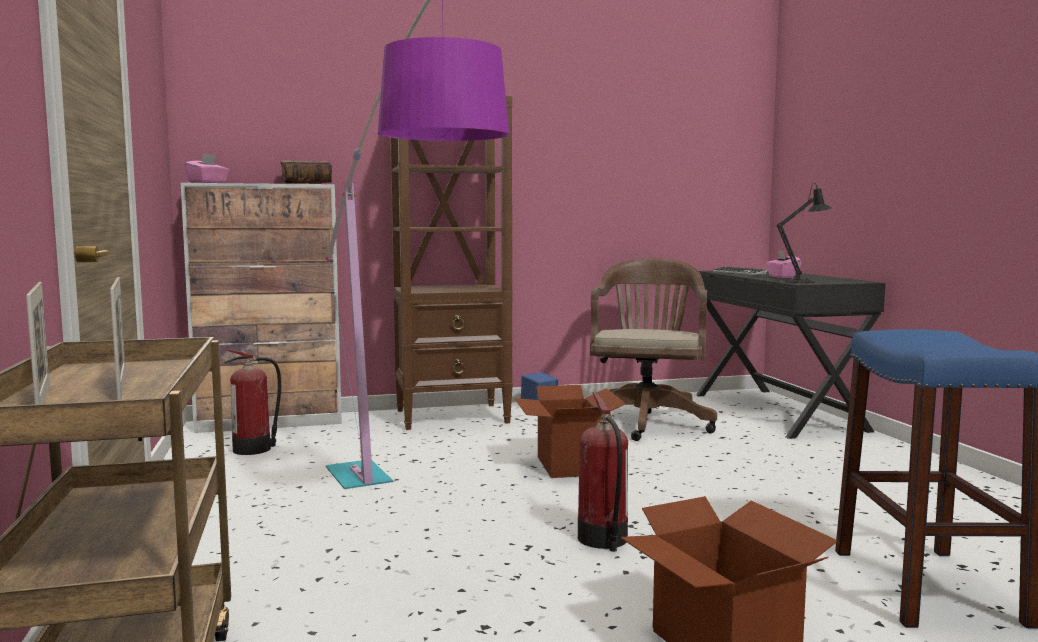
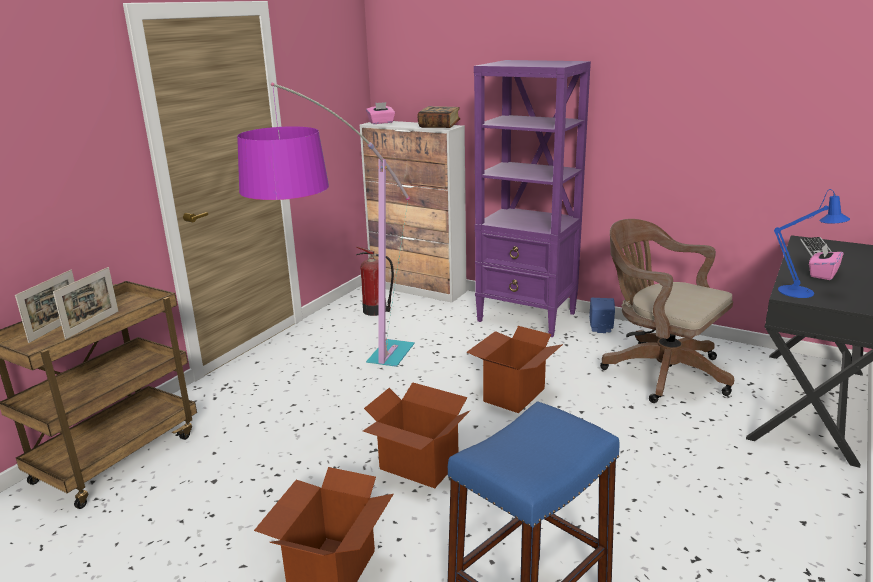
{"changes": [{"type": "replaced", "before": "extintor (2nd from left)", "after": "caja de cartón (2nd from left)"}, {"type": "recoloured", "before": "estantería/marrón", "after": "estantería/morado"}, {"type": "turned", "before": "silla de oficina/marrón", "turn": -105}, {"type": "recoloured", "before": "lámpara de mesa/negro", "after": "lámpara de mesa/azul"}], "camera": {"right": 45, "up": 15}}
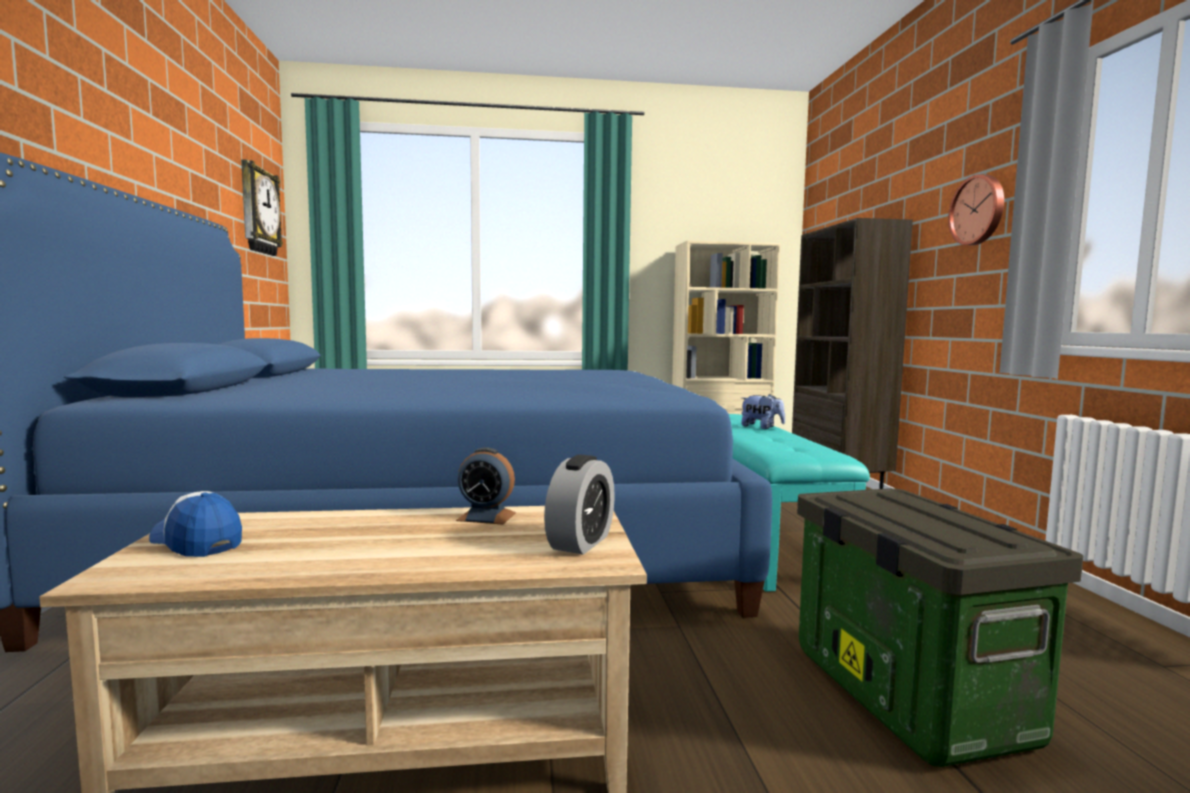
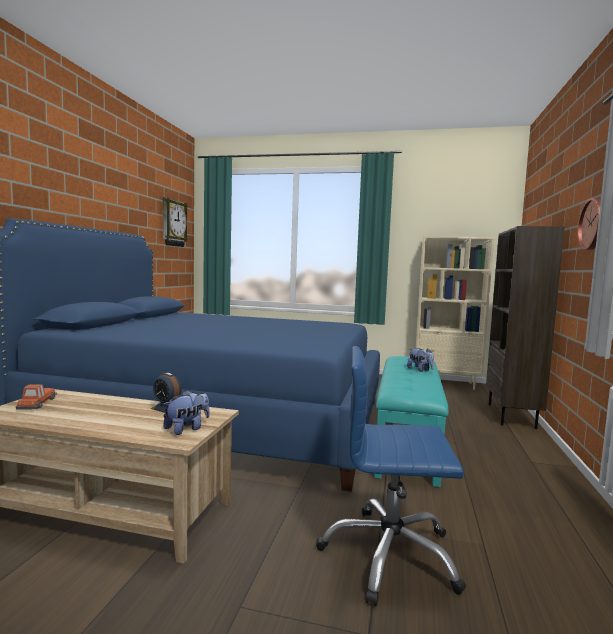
{"changes": [{"type": "replaced", "before": "gorra", "after": "coche de juguete"}, {"type": "replaced", "before": "despertador (2nd from left)", "after": "peluche (1st from left)"}, {"type": "replaced", "before": "caja de almacenaje", "after": "silla de oficina/azul"}], "camera": {"right": 20, "up": 0}}
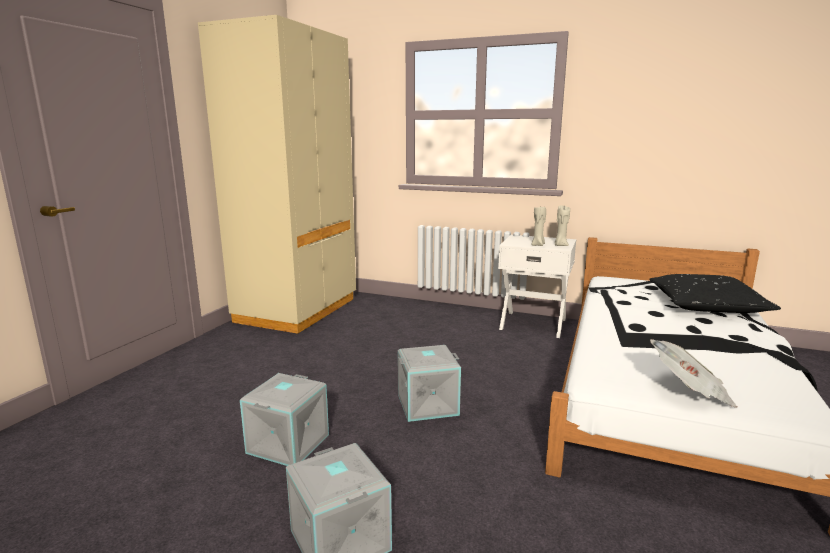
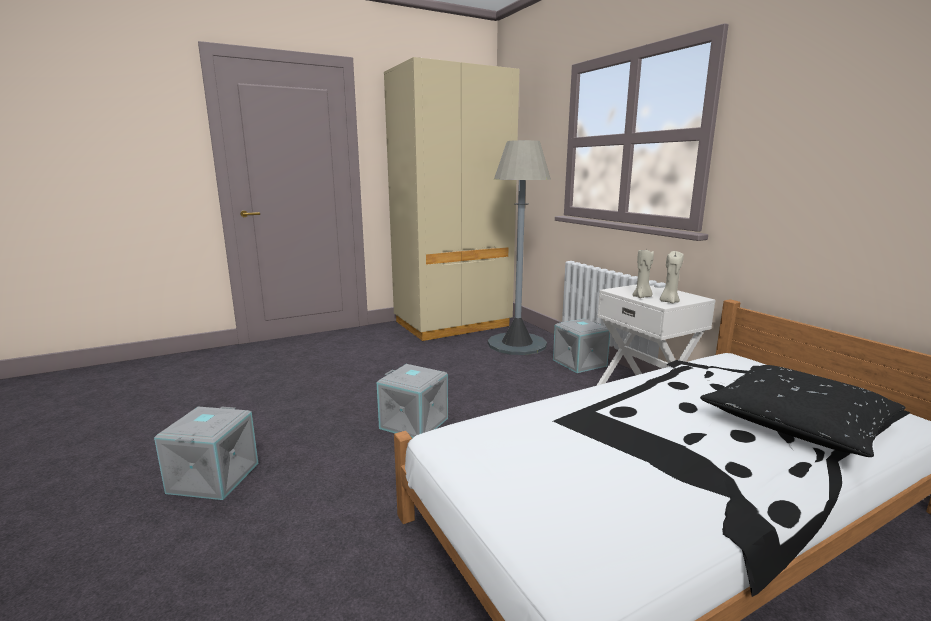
{"changes": [{"type": "added", "after": "lámpara de pie/gris"}, {"type": "moved", "before": "caja de almacenaje/gris (1st from left in the first image)", "after": "caja de almacenaje/gris (3rd from left)"}, {"type": "removed", "before": "periódico"}], "camera": {"right": 40, "up": 0}}
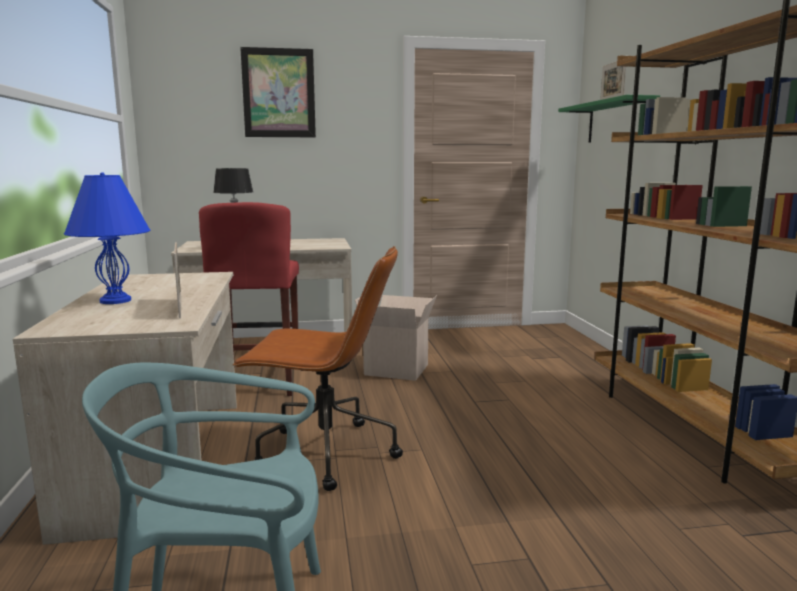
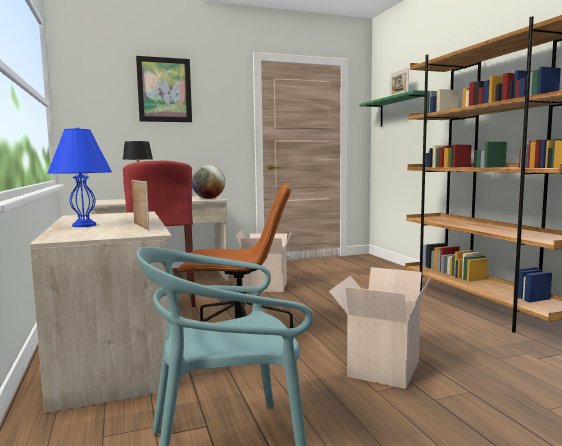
{"changes": [{"type": "added", "after": "globo terráqueo"}, {"type": "added", "after": "caja de cartón (2nd from left)"}], "camera": {"right": -10, "up": -5}}
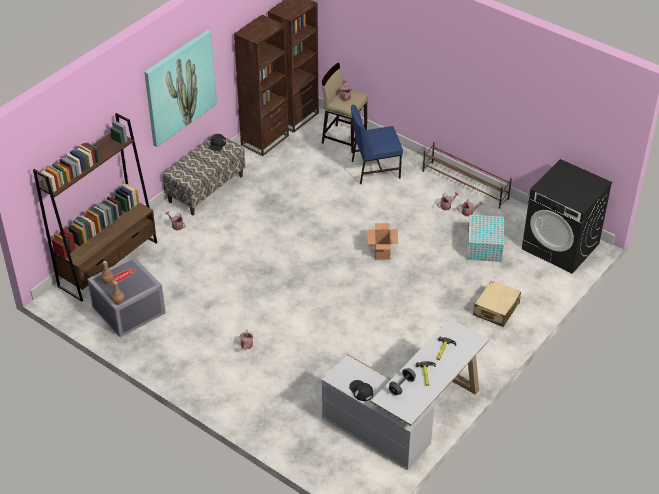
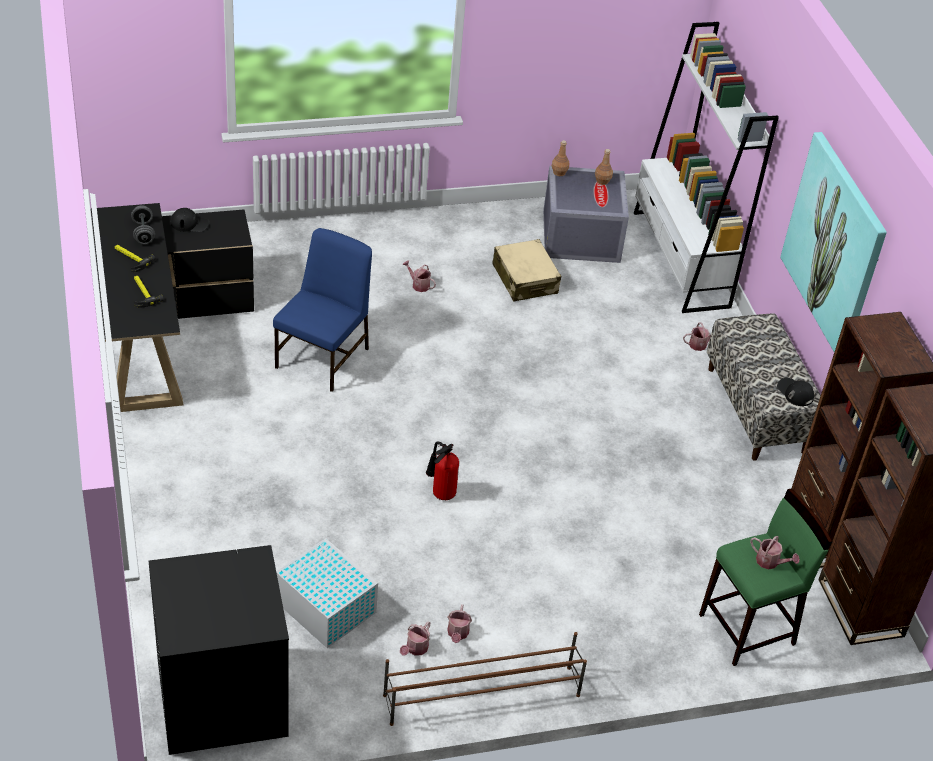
{"changes": [{"type": "recoloured", "before": "escritorio/blanco", "after": "escritorio/negro"}, {"type": "moved", "before": "silla/azul"}, {"type": "replaced", "before": "caja de cartón", "after": "extintor"}, {"type": "moved", "before": "maleta/beis"}, {"type": "recoloured", "before": "estantería/marrón (1st from left)", "after": "estantería/blanco"}, {"type": "recoloured", "before": "taburete/beis", "after": "taburete/verde"}], "camera": {"right": 125, "up": 0}}
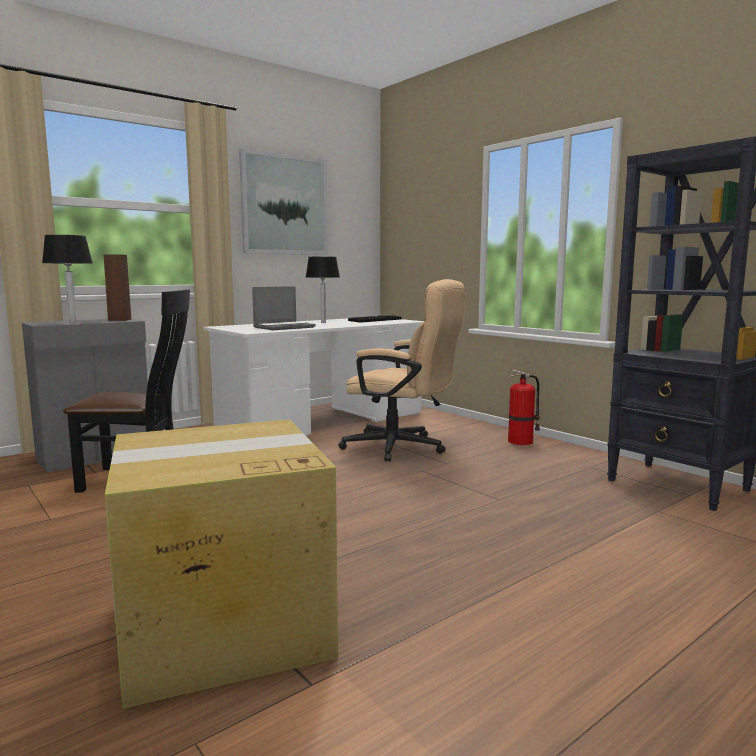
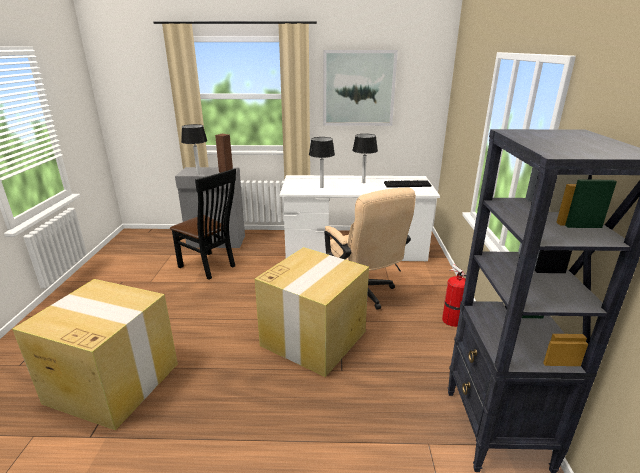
{"changes": [{"type": "added", "after": "caja de cartón (2nd from left)"}, {"type": "replaced", "before": "portátil", "after": "lámpara de mesa (2nd from left)"}], "camera": {"right": 40, "up": 15}}
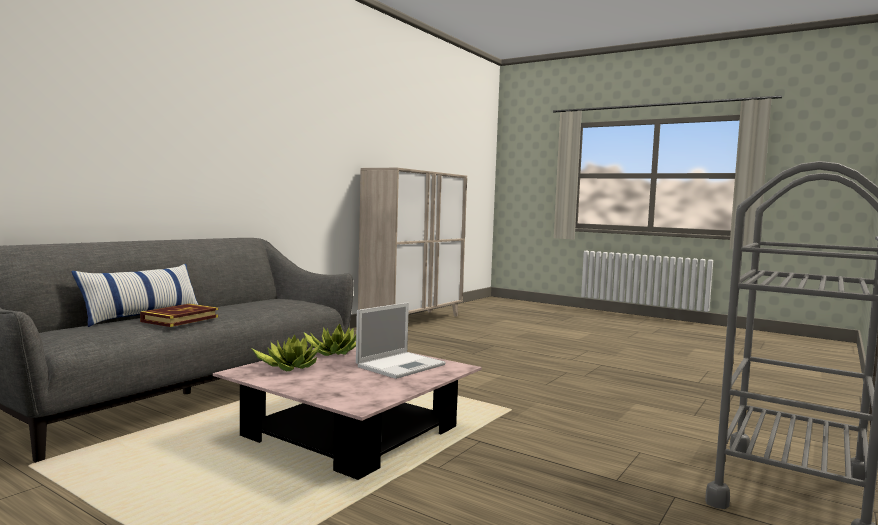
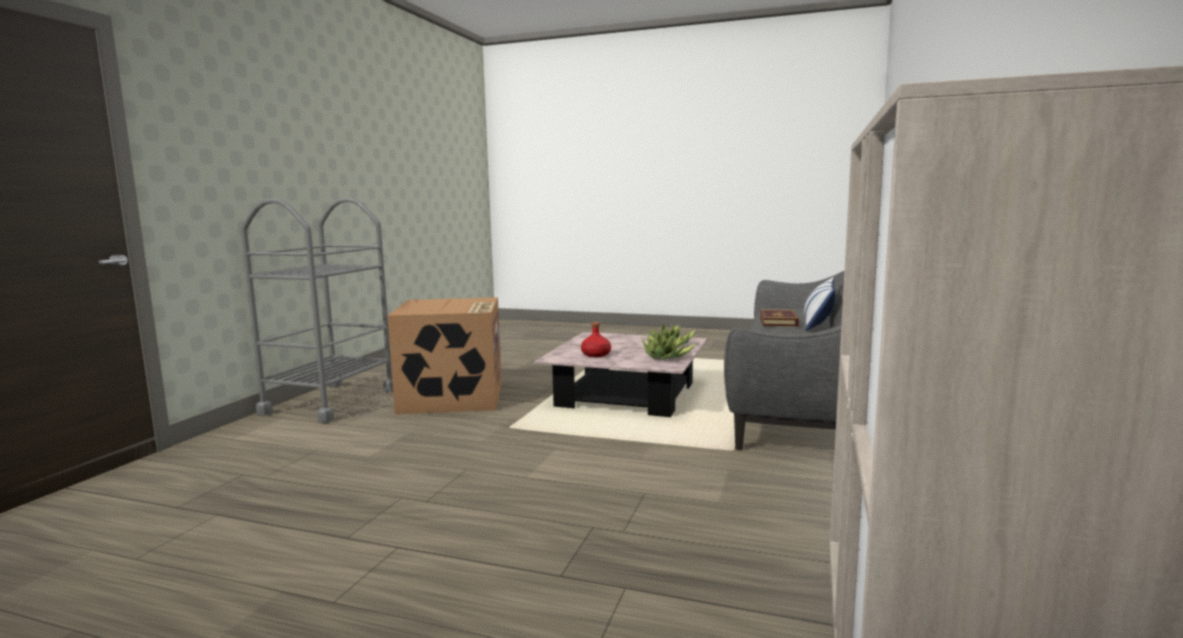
{"changes": [{"type": "added", "after": "caja de cartón"}, {"type": "replaced", "before": "portátil", "after": "botella/rojo"}], "camera": {"right": 165, "up": 5}}
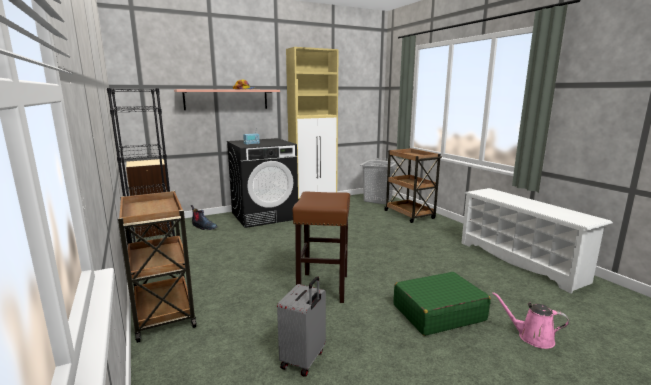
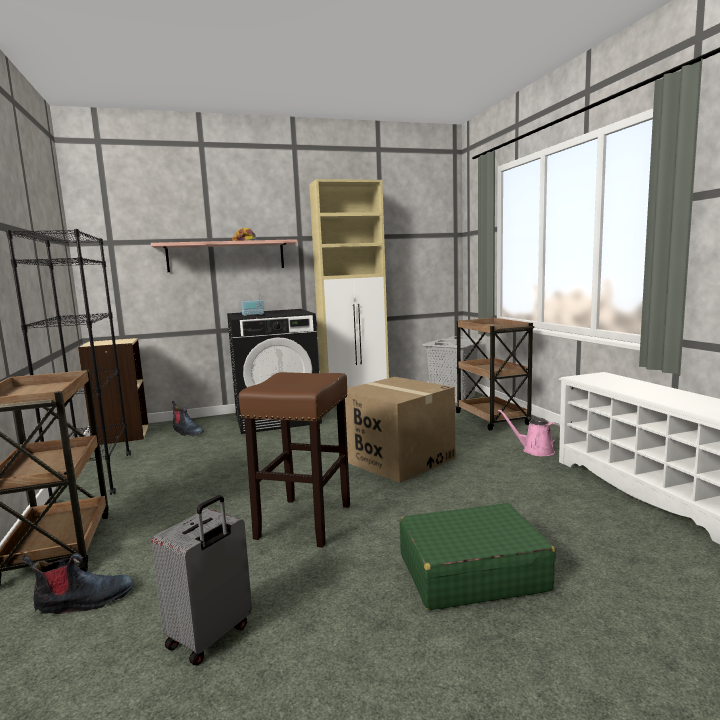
{"changes": [{"type": "added", "after": "bota (1st from left)"}, {"type": "added", "after": "caja de cartón"}, {"type": "moved", "before": "regadera/rosa"}], "camera": {"right": 10, "up": -5}}
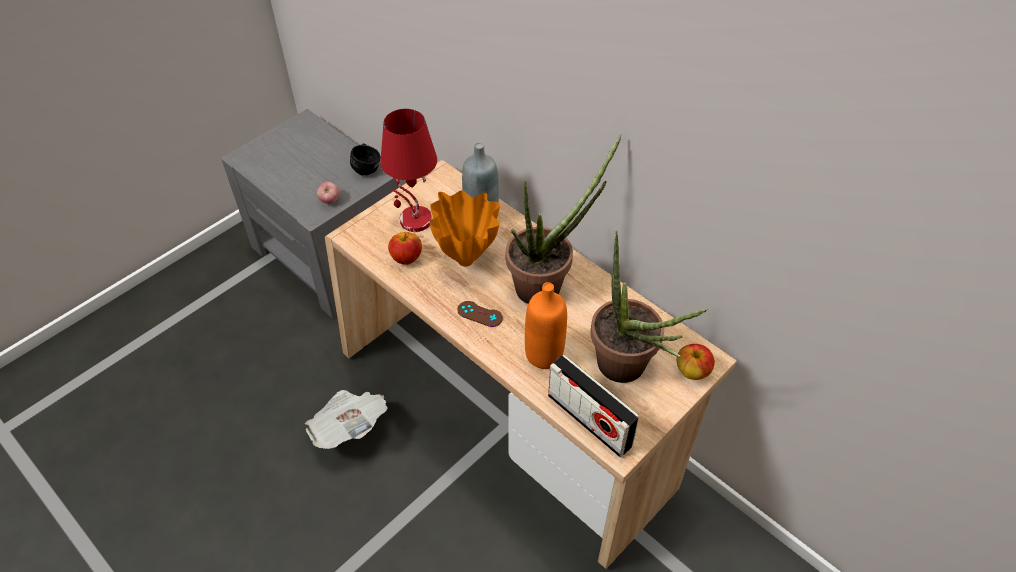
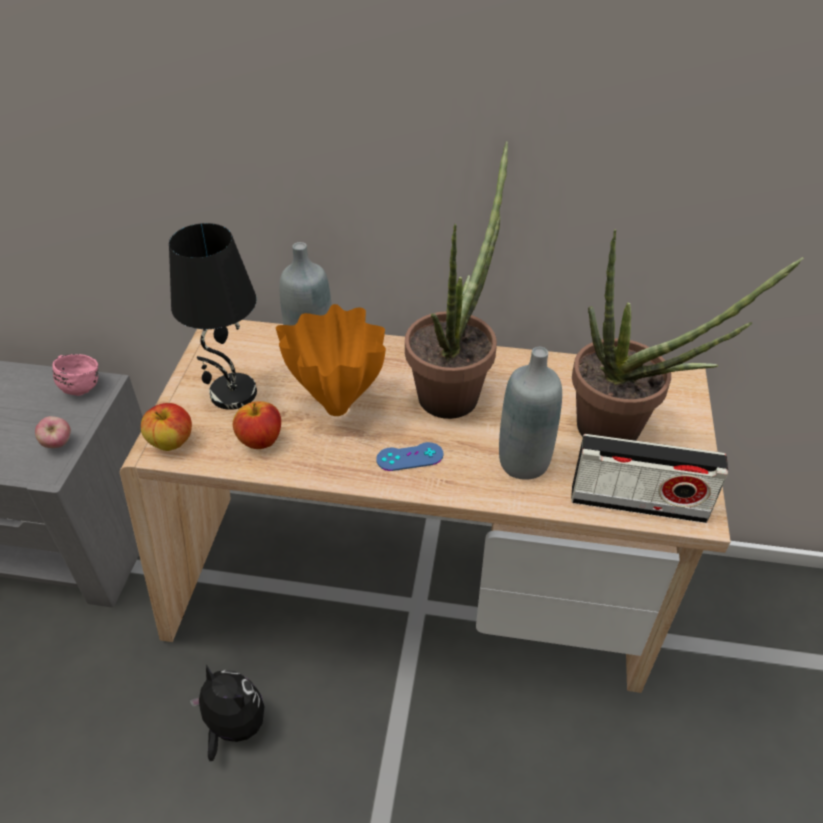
{"changes": [{"type": "recoloured", "before": "taza grande/negro", "after": "taza grande/rosa"}, {"type": "moved", "before": "manzana (3rd from left in the first image)", "after": "manzana (2nd from left)"}, {"type": "recoloured", "before": "lámpara de mesa/rojo", "after": "lámpara de mesa/negro"}, {"type": "replaced", "before": "periódico", "after": "peluche"}, {"type": "recoloured", "before": "mando de consola/marrón", "after": "mando de consola/azul"}, {"type": "recoloured", "before": "botella/naranja", "after": "botella/gris (2nd from left)"}], "camera": {"right": -35, "up": -5}}
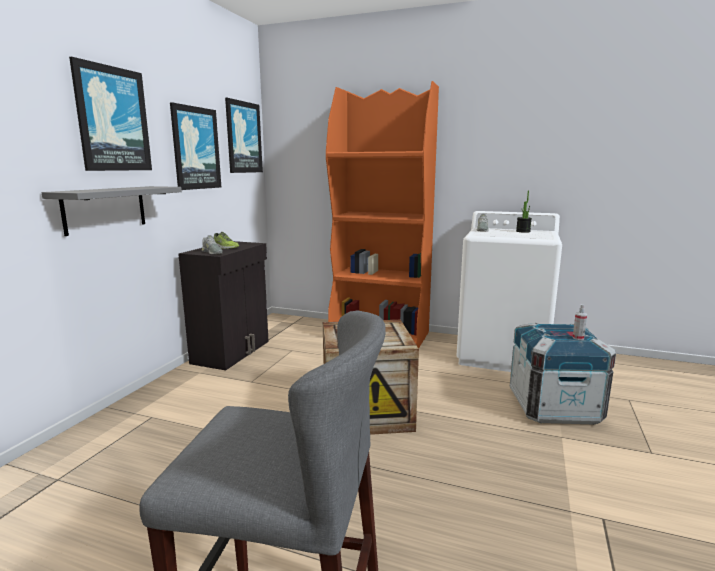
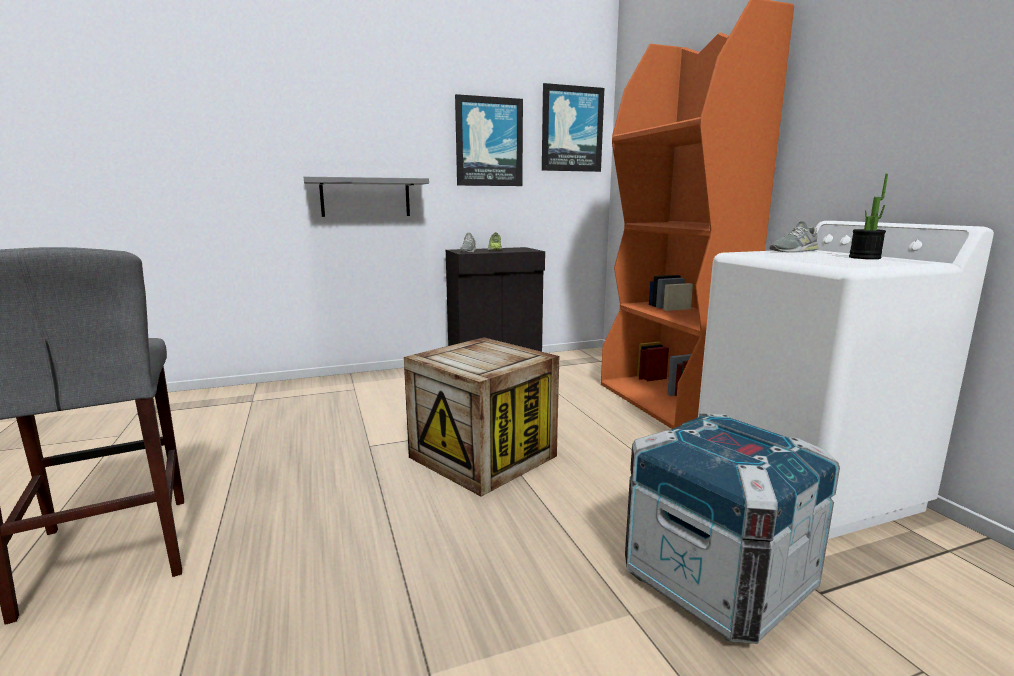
{"changes": [{"type": "removed", "before": "cuadro (1st from left)"}, {"type": "removed", "before": "pulverizador"}], "camera": {"right": 50, "up": 0}}
